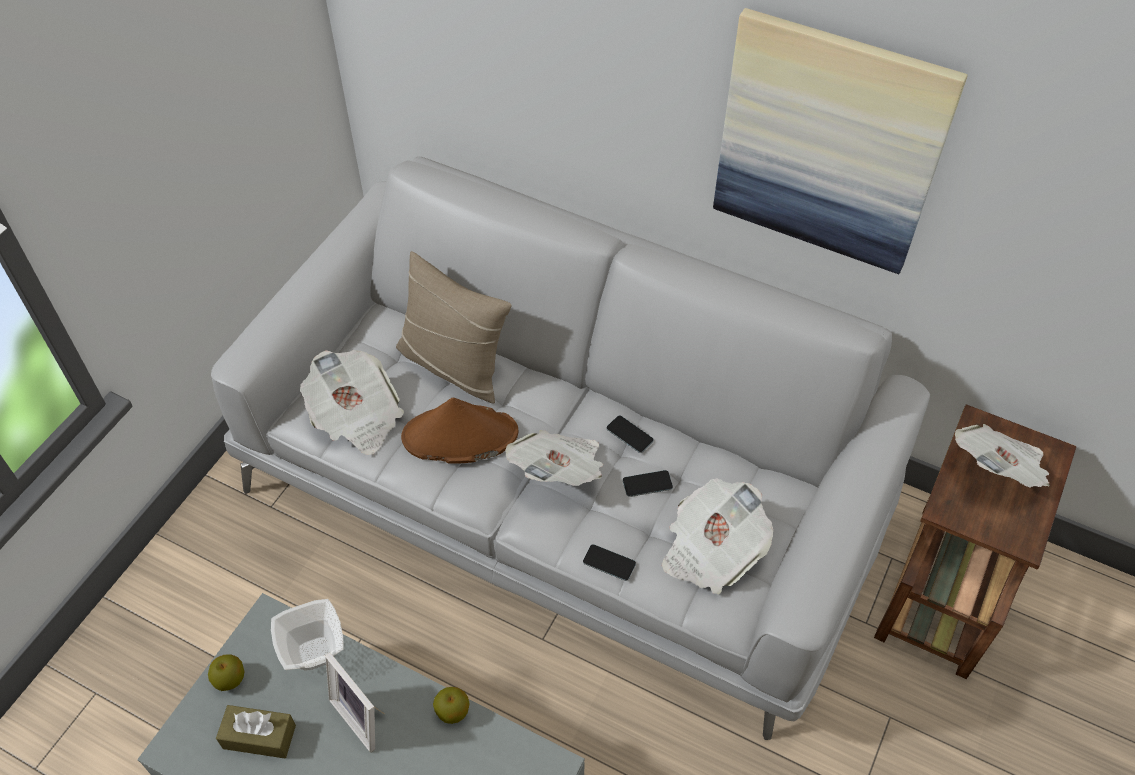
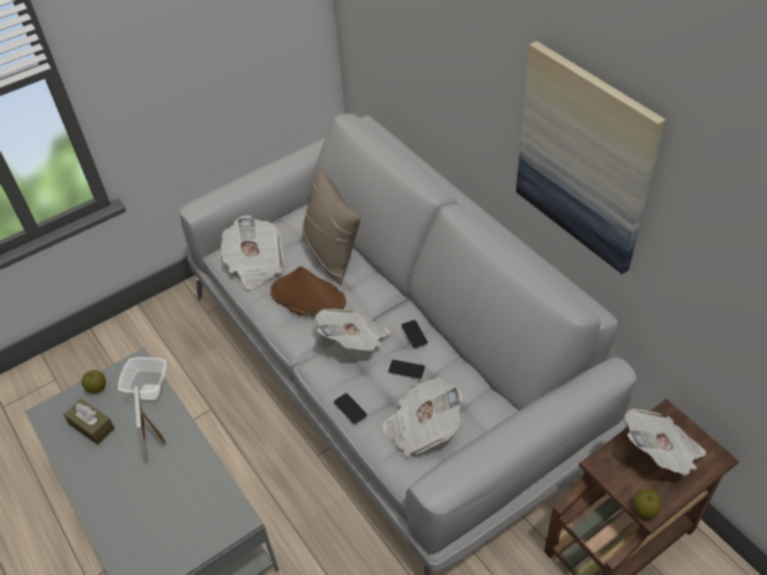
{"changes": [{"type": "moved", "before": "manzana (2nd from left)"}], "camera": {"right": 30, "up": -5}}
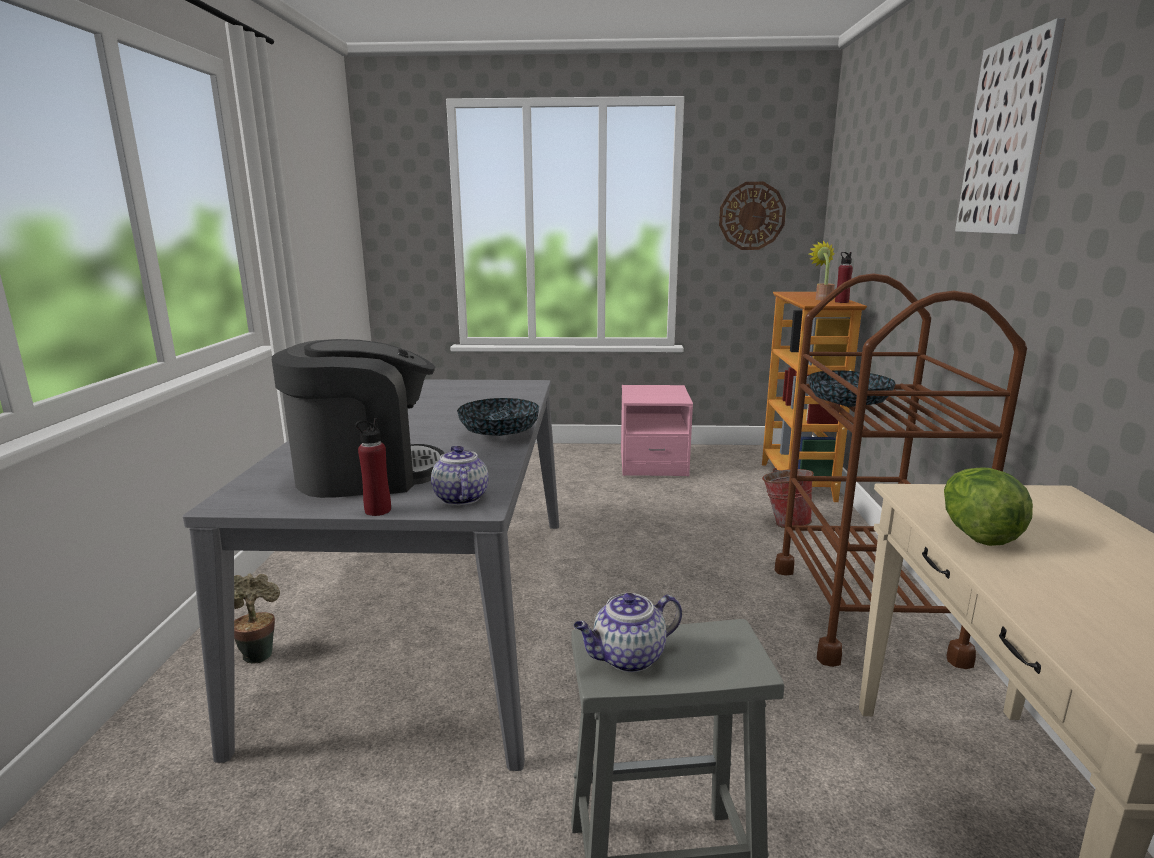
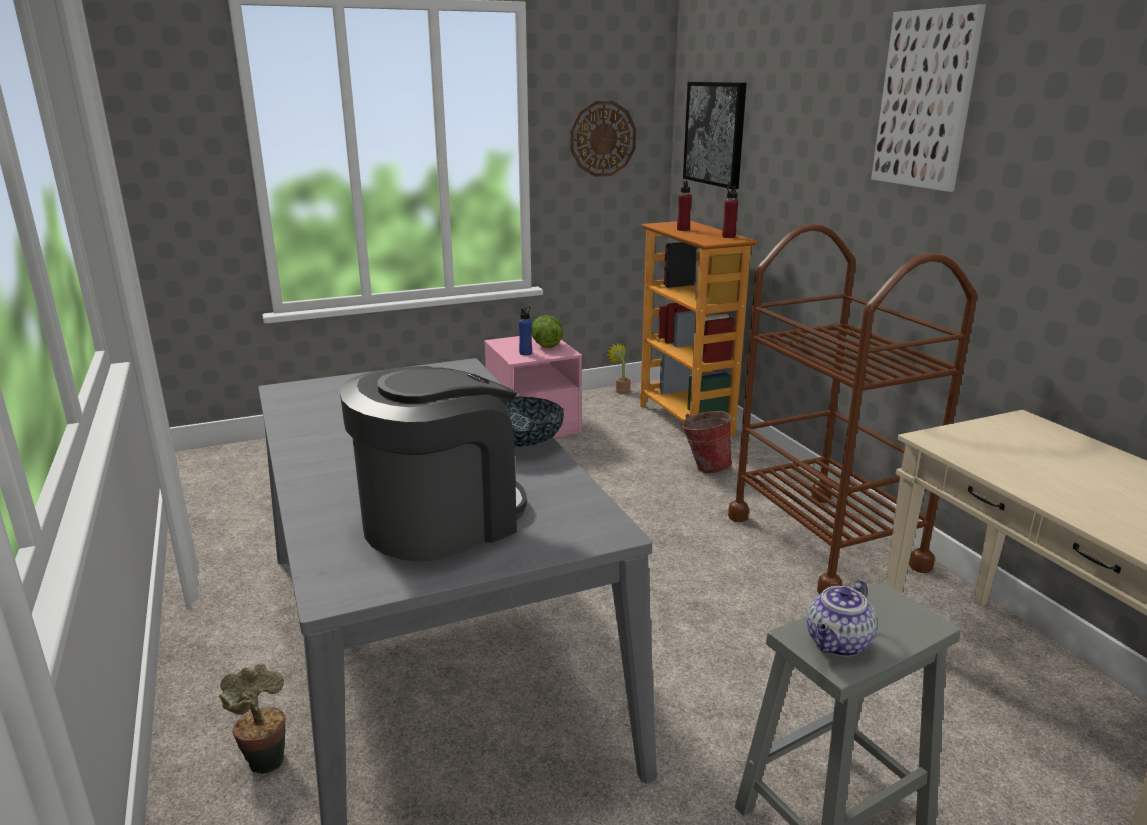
{"changes": [{"type": "added", "after": "botella/azul"}, {"type": "moved", "before": "lechuga"}, {"type": "moved", "before": "planta en maceta (2nd from left)"}, {"type": "moved", "before": "botella/rojo (1st from left)"}, {"type": "added", "after": "cuadro (1st from left)"}, {"type": "removed", "before": "tetera (1st from left)"}, {"type": "removed", "before": "cuenco (2nd from left)"}], "camera": {"right": -25, "up": 5}}
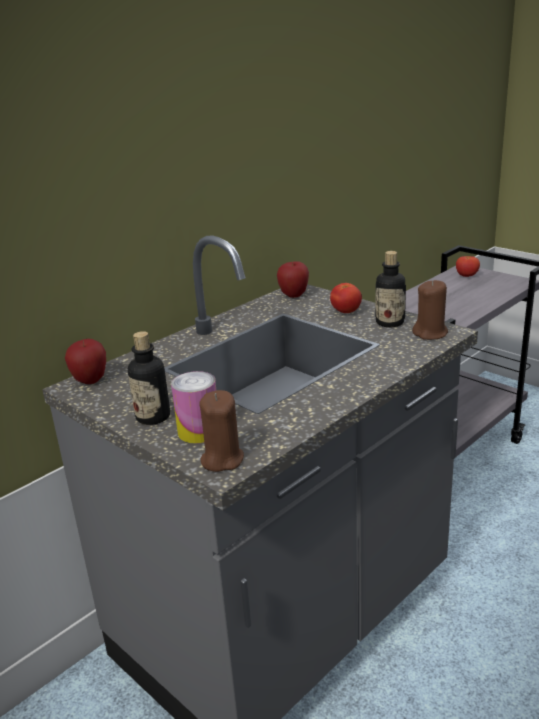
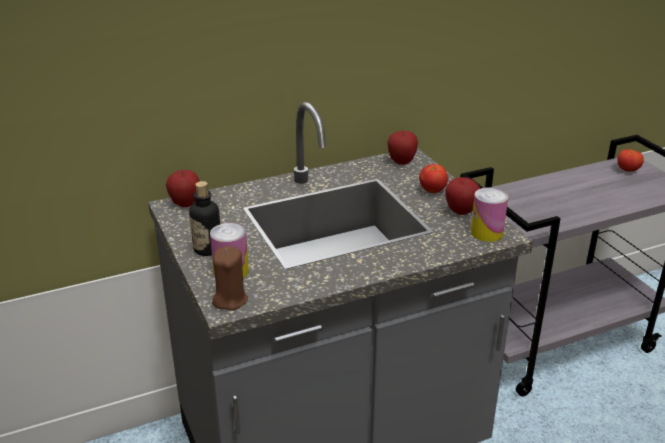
{"changes": [{"type": "replaced", "before": "botella (2nd from left)", "after": "manzana (3rd from left)"}, {"type": "replaced", "before": "vela/marrón (2nd from left)", "after": "lata (2nd from left)"}], "camera": {"right": 20, "up": 5}}
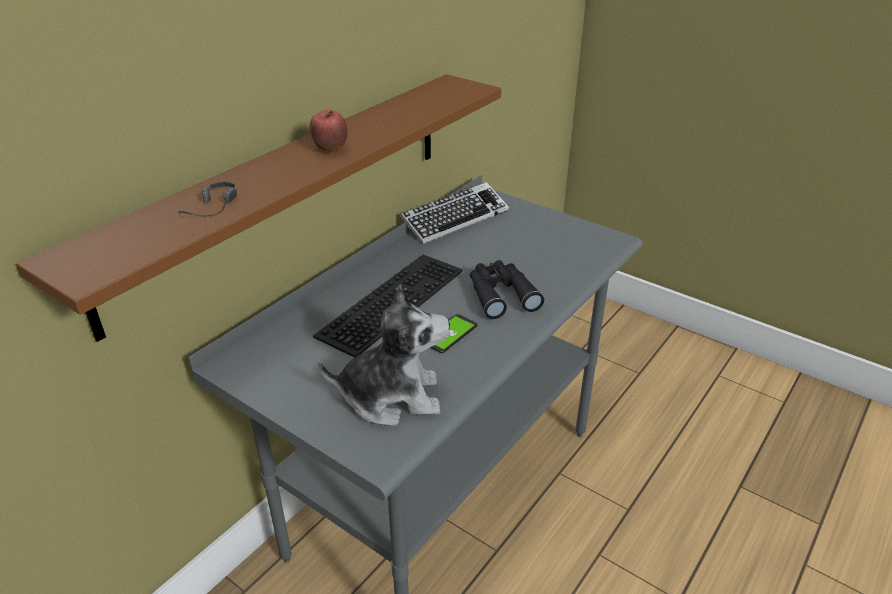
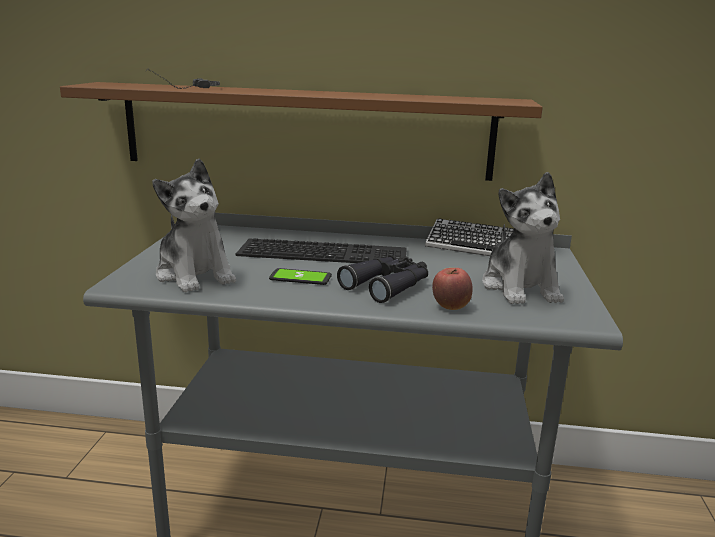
{"changes": [{"type": "moved", "before": "manzana"}, {"type": "added", "after": "peluche (2nd from left)"}], "camera": {"right": 60, "up": -15}}
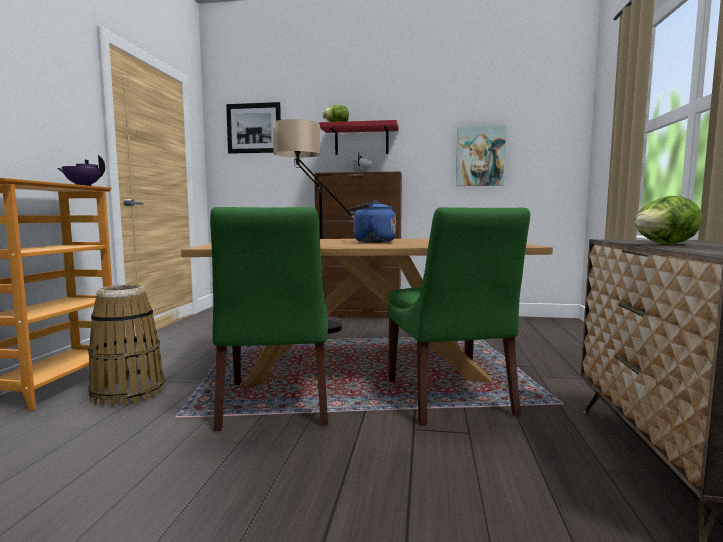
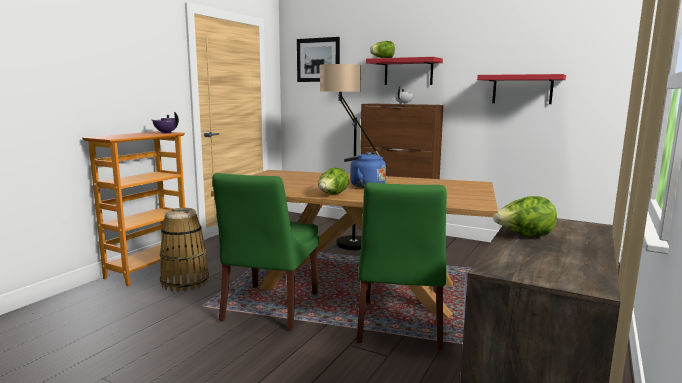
{"changes": [{"type": "added", "after": "lechuga (1st from left)"}, {"type": "replaced", "before": "cuadro (2nd from left)", "after": "estante/rojo (2nd from left)"}], "camera": {"right": 20, "up": 5}}
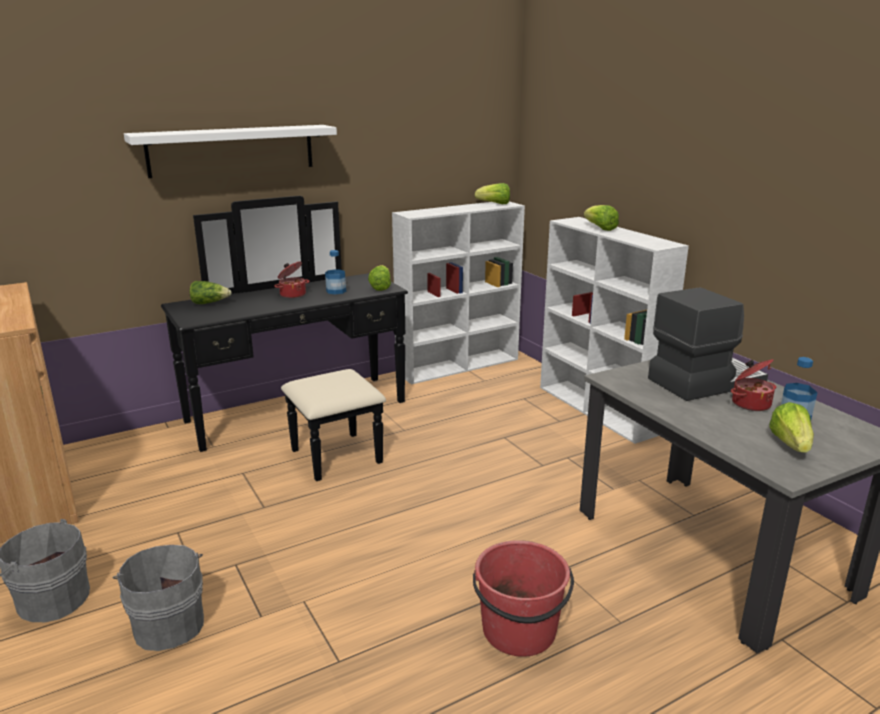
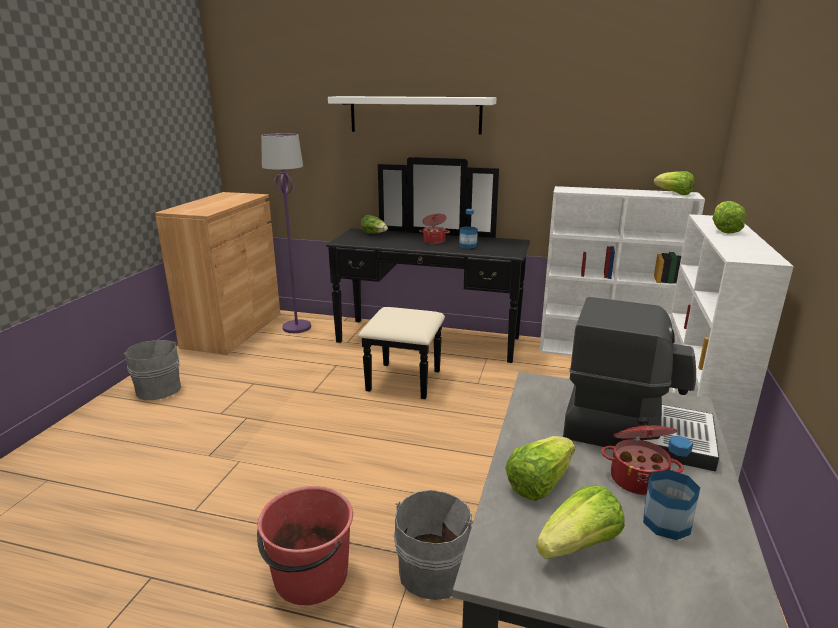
{"changes": [{"type": "added", "after": "lámpara de pie/morado"}, {"type": "moved", "before": "cubo/gris (2nd from left)"}, {"type": "moved", "before": "lechuga (2nd from left)"}], "camera": {"right": 45, "up": 0}}
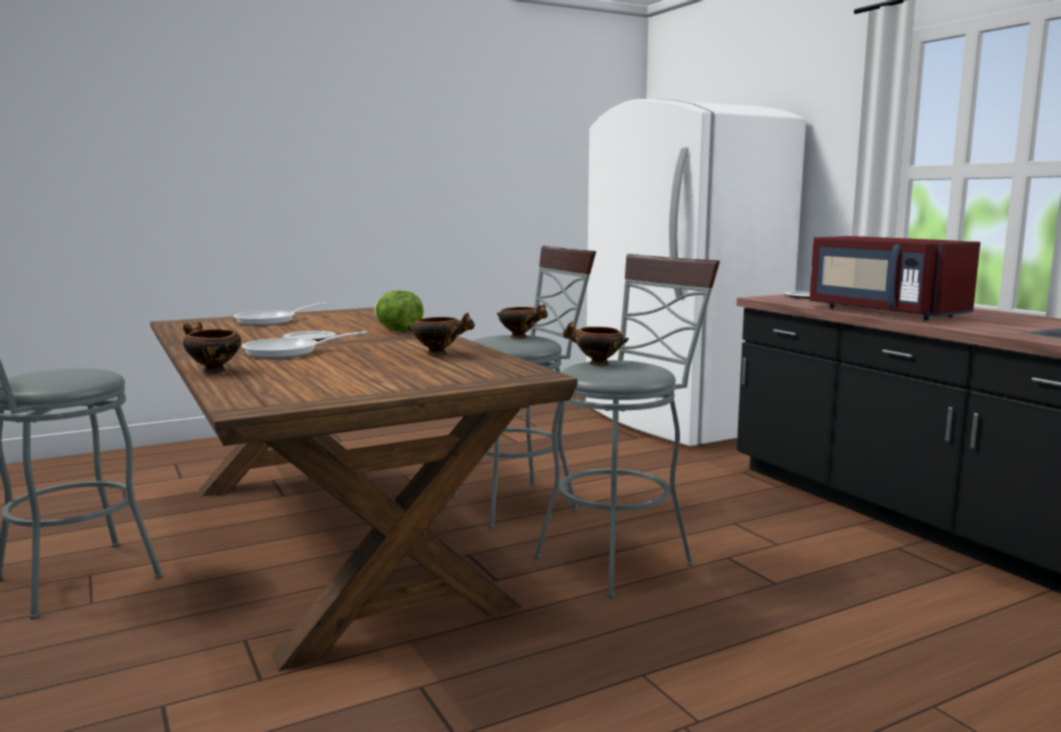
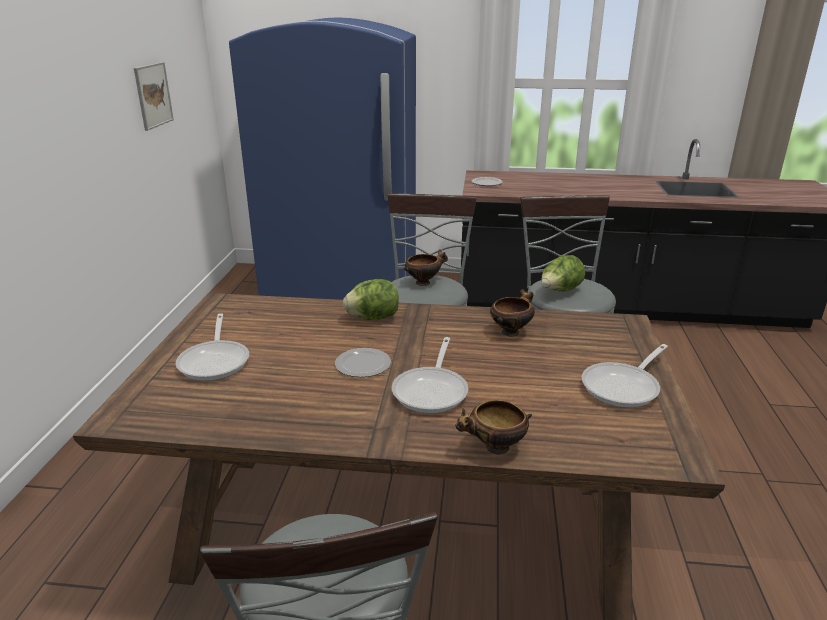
{"changes": [{"type": "added", "after": "cuadro"}, {"type": "recoloured", "before": "nevera/blanco", "after": "nevera/azul"}, {"type": "replaced", "before": "cuenco (4th from left)", "after": "lechuga (2nd from left)"}, {"type": "added", "after": "sartén (3rd from left)"}, {"type": "removed", "before": "microondas/rojo"}], "camera": {"right": -55, "up": 15}}
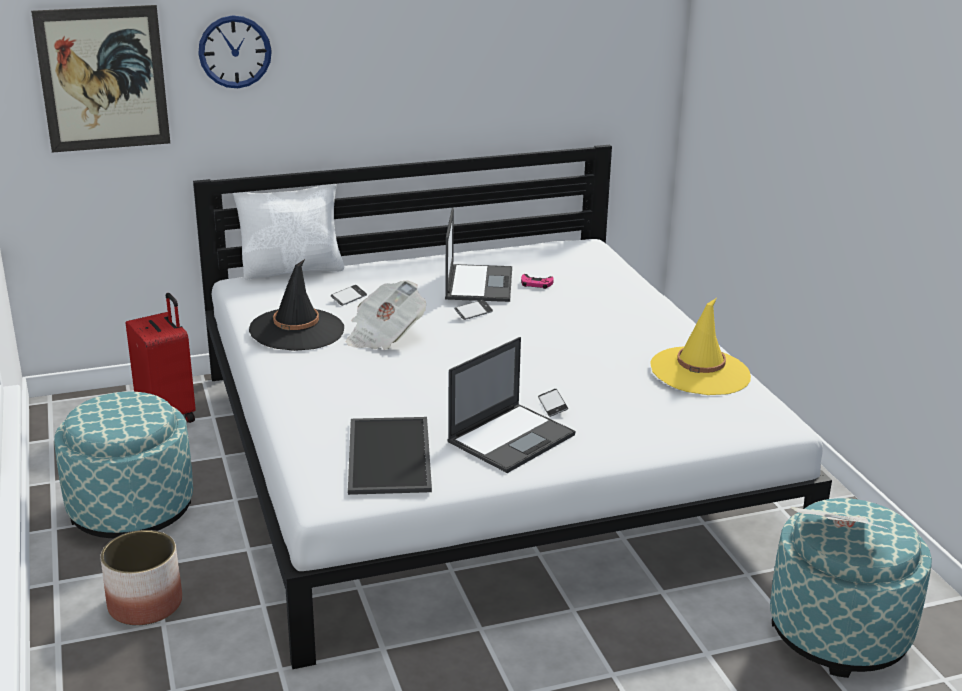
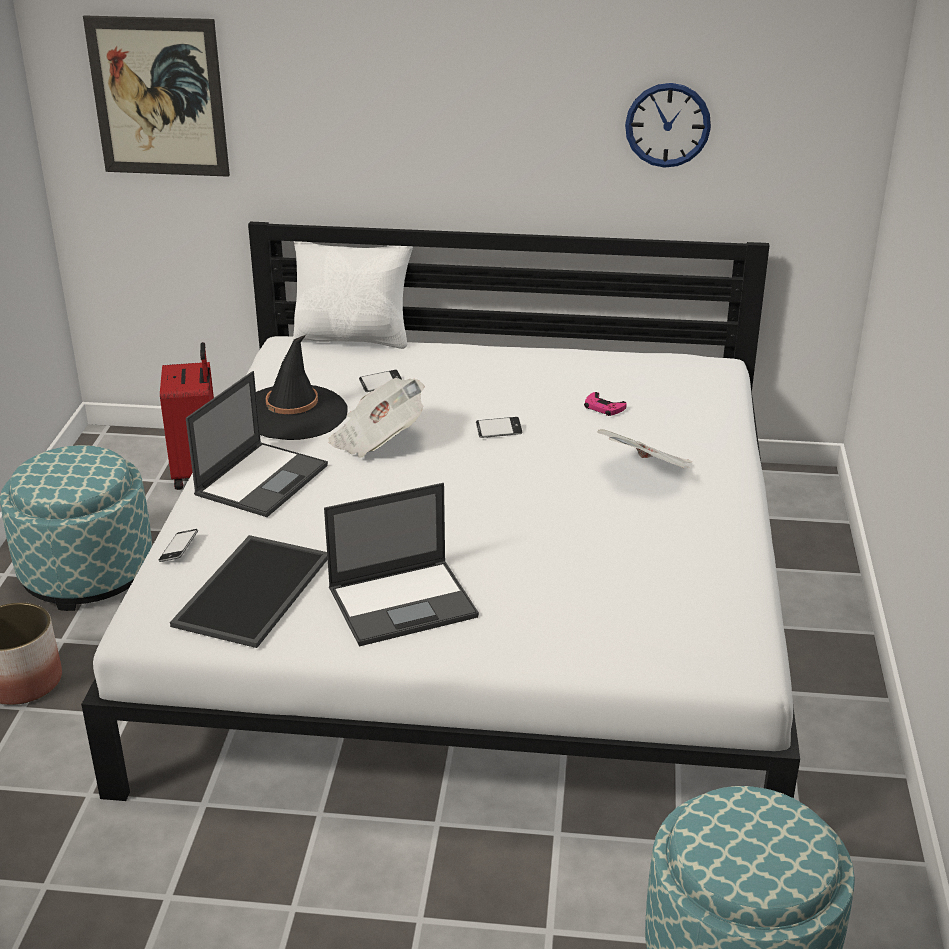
{"changes": [{"type": "moved", "before": "móvil (3rd from left in the first image)", "after": "móvil (1st from left)"}, {"type": "moved", "before": "portátil (1st from left)"}, {"type": "moved", "before": "periódico (2nd from left)"}, {"type": "moved", "before": "reloj de pared"}, {"type": "removed", "before": "sombrero/amarillo"}], "camera": {"right": 25, "up": 5}}
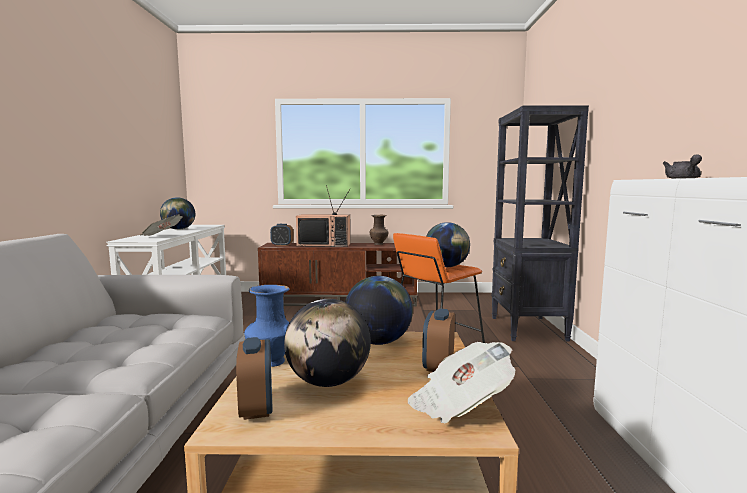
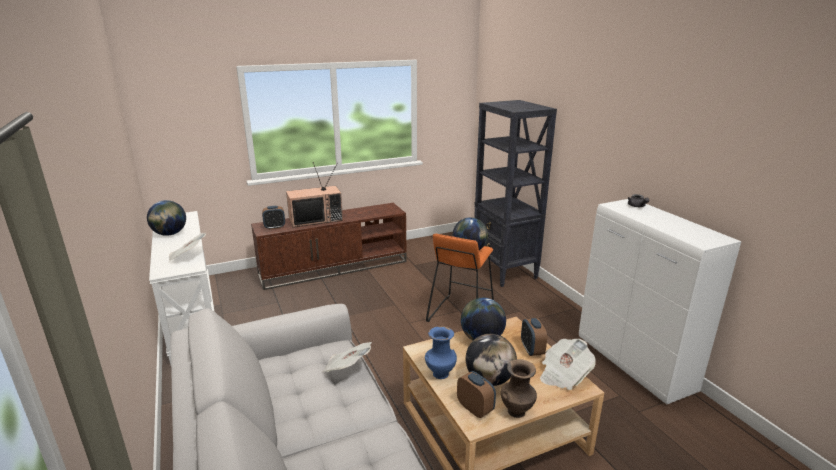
{"changes": [{"type": "added", "after": "periódico (2nd from left)"}, {"type": "moved", "before": "florero/marrón"}], "camera": {"right": -25, "up": 15}}
